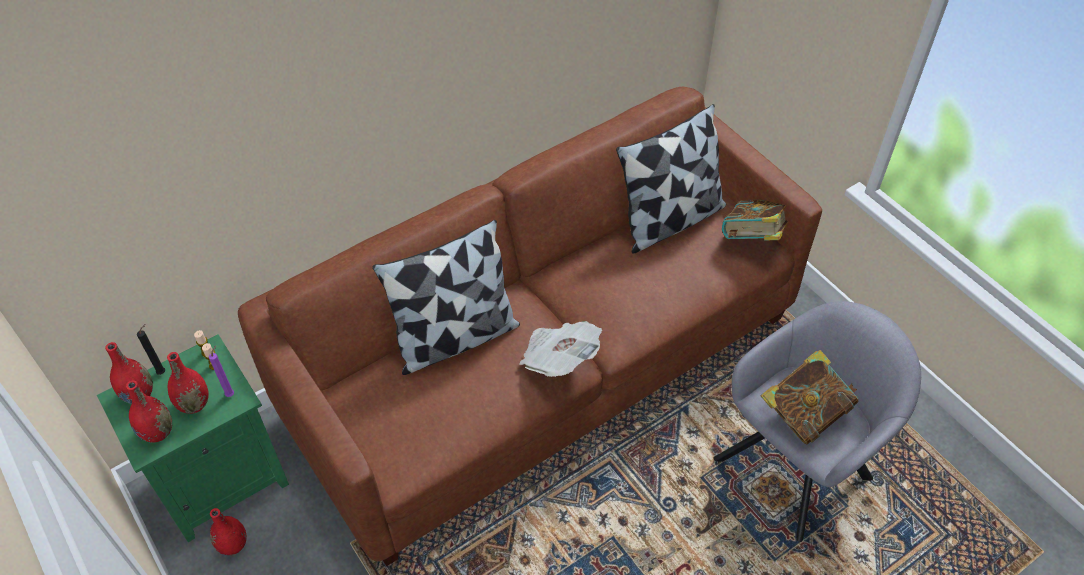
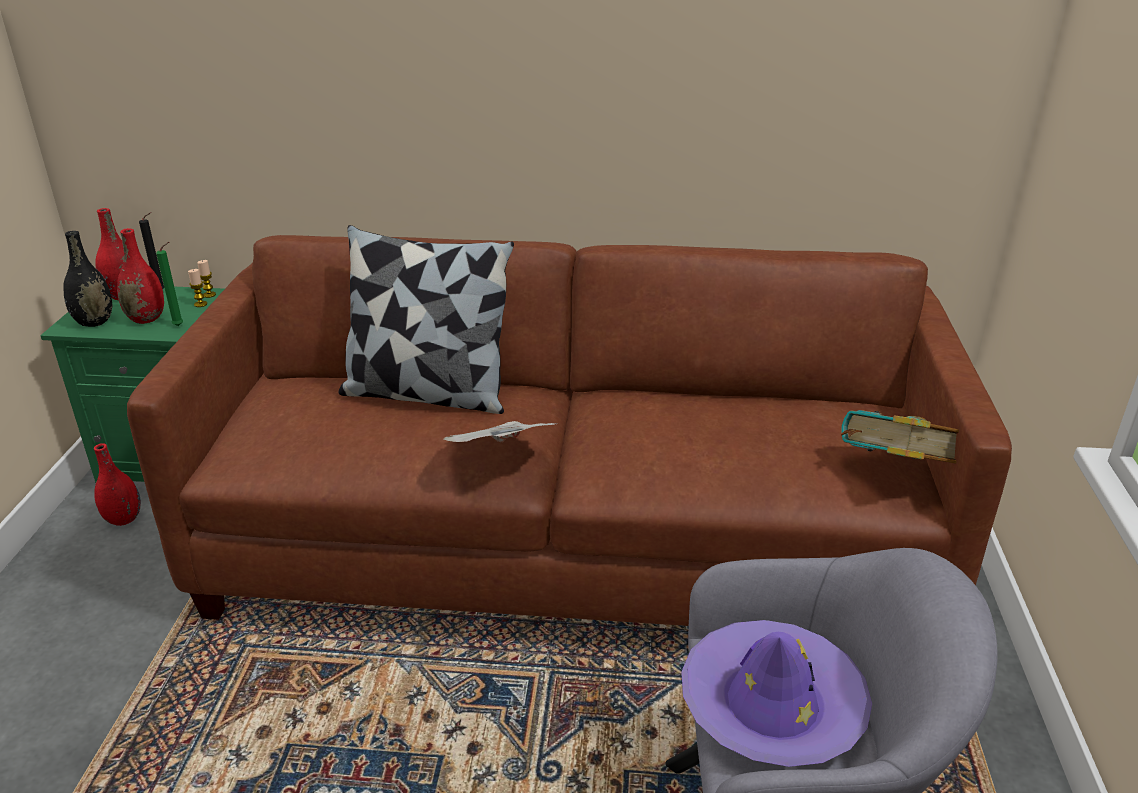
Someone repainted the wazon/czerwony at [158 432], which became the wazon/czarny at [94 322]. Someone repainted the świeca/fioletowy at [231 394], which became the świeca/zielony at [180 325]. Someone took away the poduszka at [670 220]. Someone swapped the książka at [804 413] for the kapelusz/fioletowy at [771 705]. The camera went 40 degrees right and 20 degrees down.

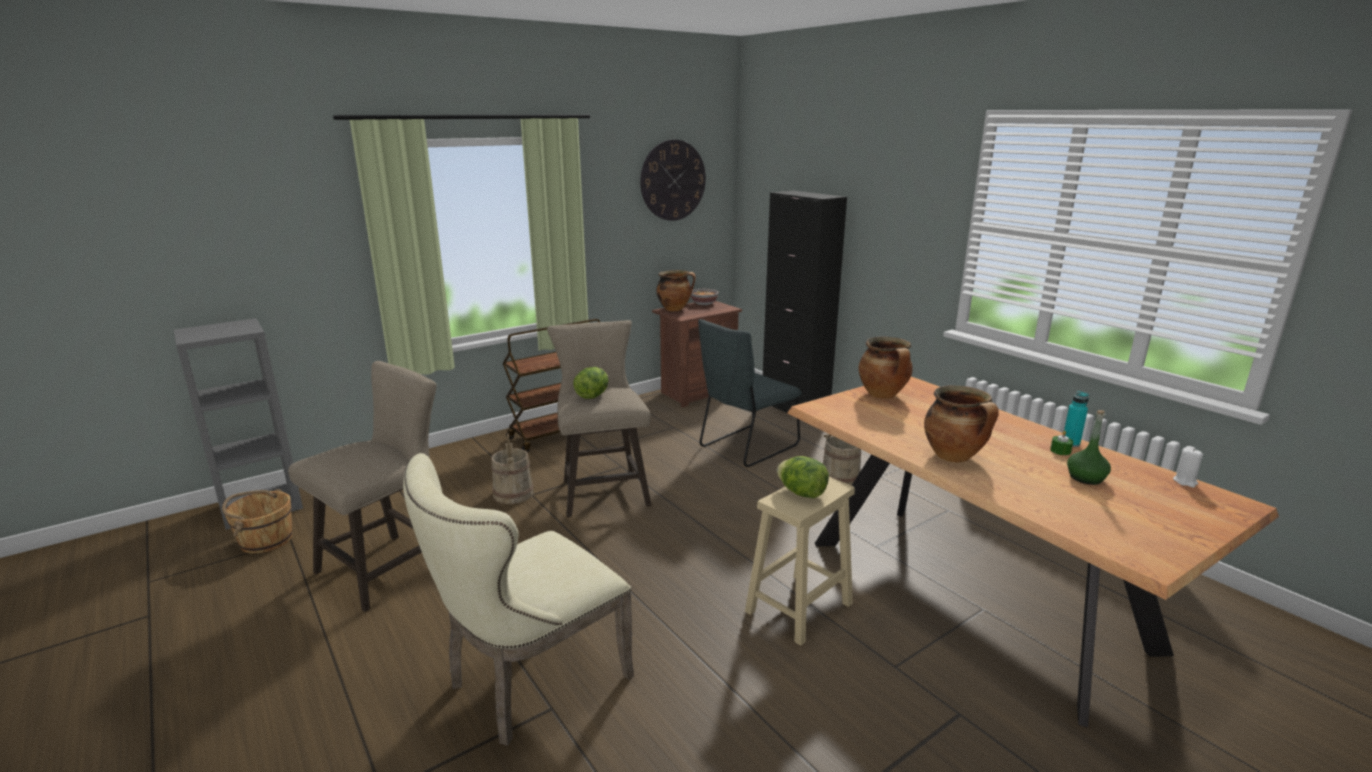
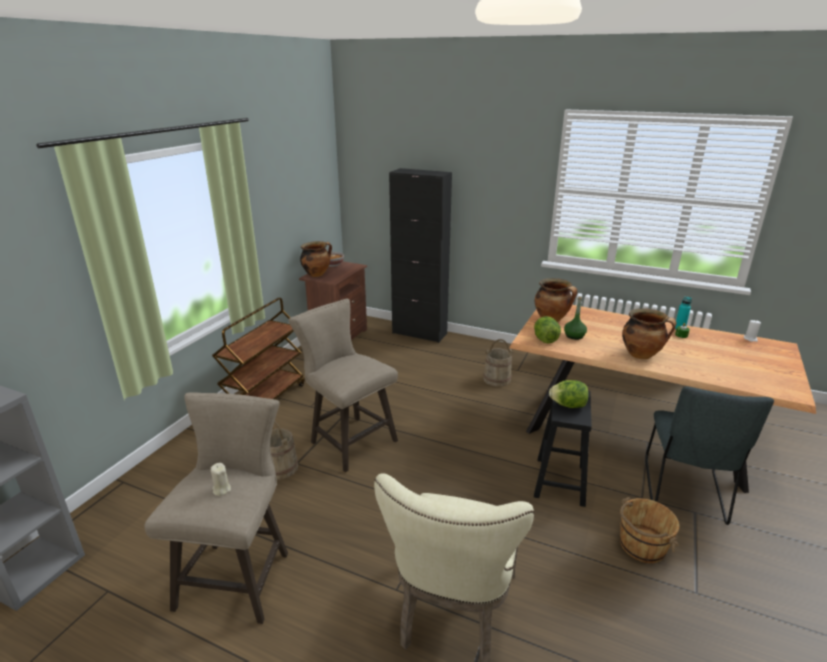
Someone carried the wiadro/brązowy from [265 540] to [641 546]. Someone carried the sałata from [592 396] to [545 339]. Someone took away the zegar ścienny at [673 180]. Someone carried the krzesło/szary from [745 447] to [684 493]. Someone repainted the stołek/beżowy at [798 609], which became the stołek/czarny at [560 482]. Someone carried the butelka/zielony from [1085 478] to [574 336]. Someone put down the świeca/beżowy at [221 489]. The camera went 30 degrees left and 5 degrees up.

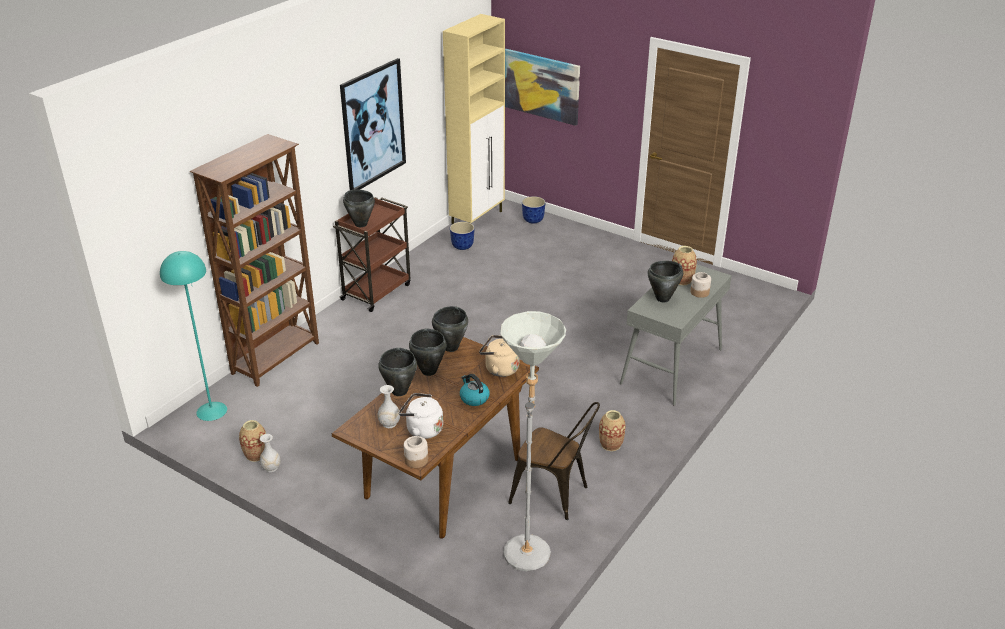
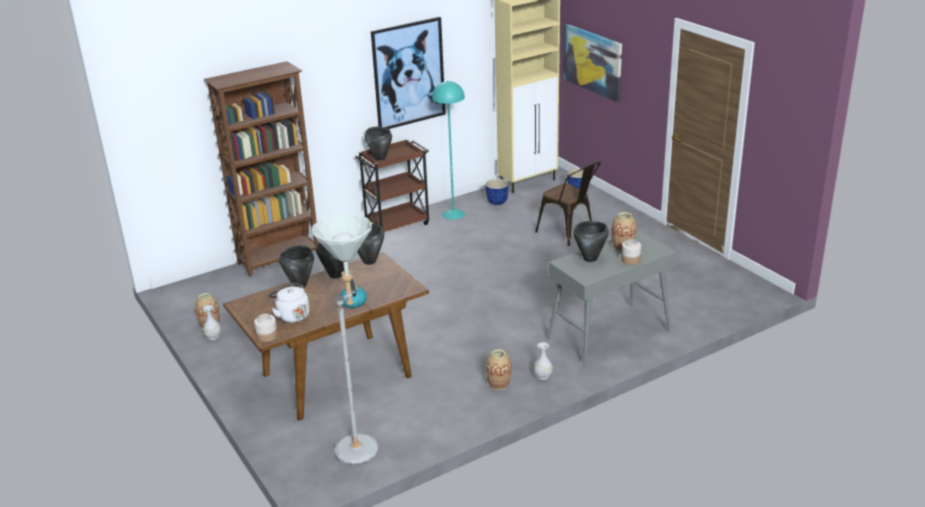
Someone carried the lampa stojąca/turkusowy from [212 411] to [453 214]. Someone carried the wazon/biały from [389 424] to [542 376]. Someone took away the czajnik/beżowy at [499 369]. Someone carried the krzesło/brązowy from [555 495] to [569 233]. The camera went 25 degrees right and 5 degrees down.

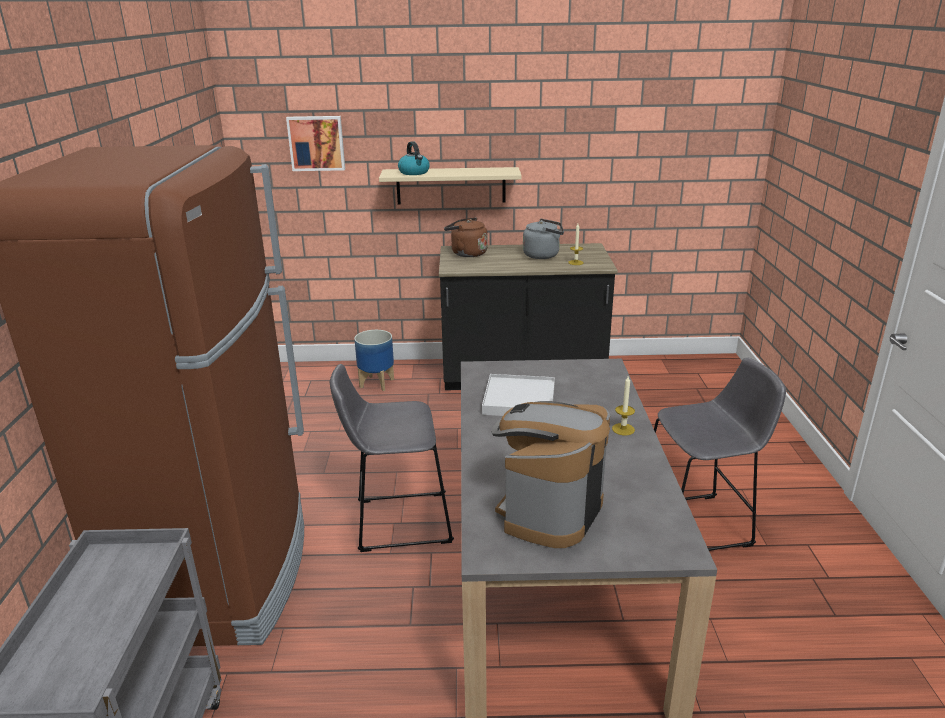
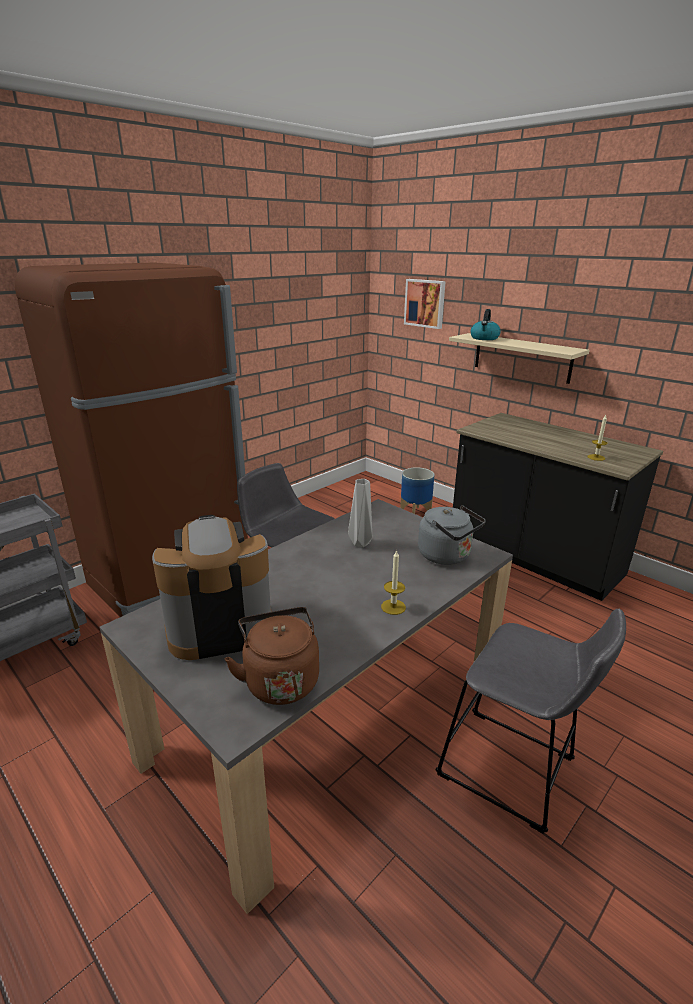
Someone carried the czajnik/brązowy from [466 253] to [280 679]. Someone swapped the taca/biały at [519 400] for the wazon/szary at [361 543]. Someone carried the czajnik/szary from [543 255] to [447 556]. The camera went 45 degrees right and 0 degrees up.

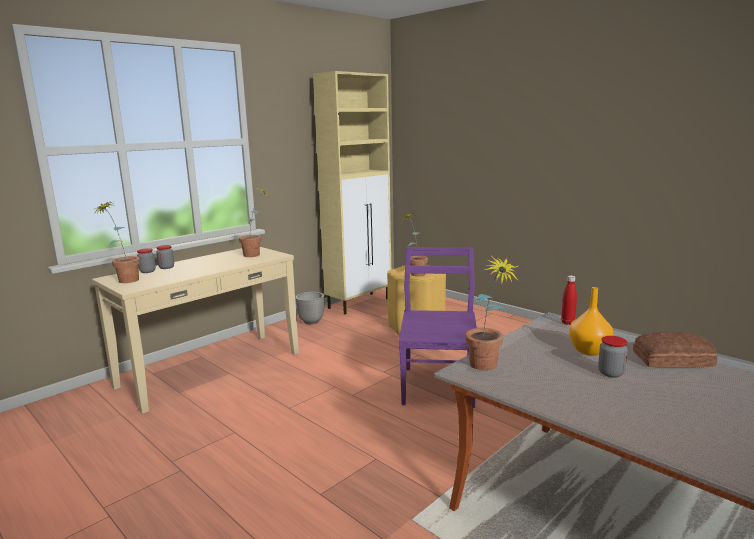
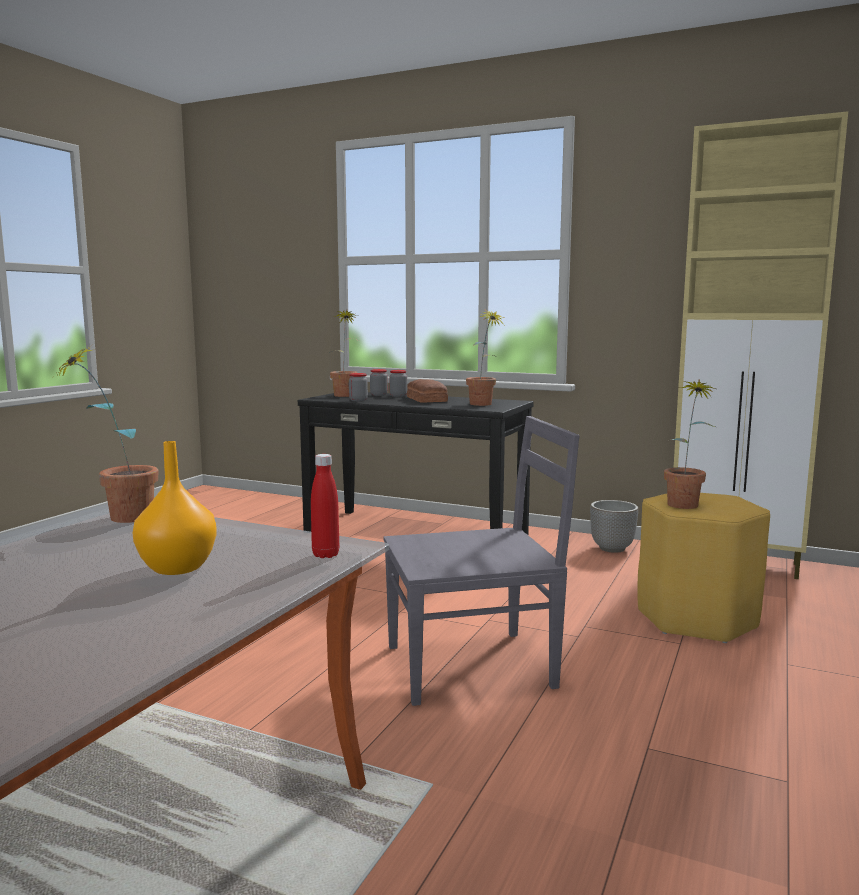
Someone repainted the stolik konsolowy/beżowy at [210 369], which became the stolik konsolowy/czarny at [415 533]. Someone repainted the krzesło/fioletowy at [438 385], which became the krzesło/szary at [474 666]. Someone carried the słoik from [610 373] to [358 400]. Someone carried the chleb from [674 360] to [426 399]. The camera went 70 degrees right and 5 degrees down.

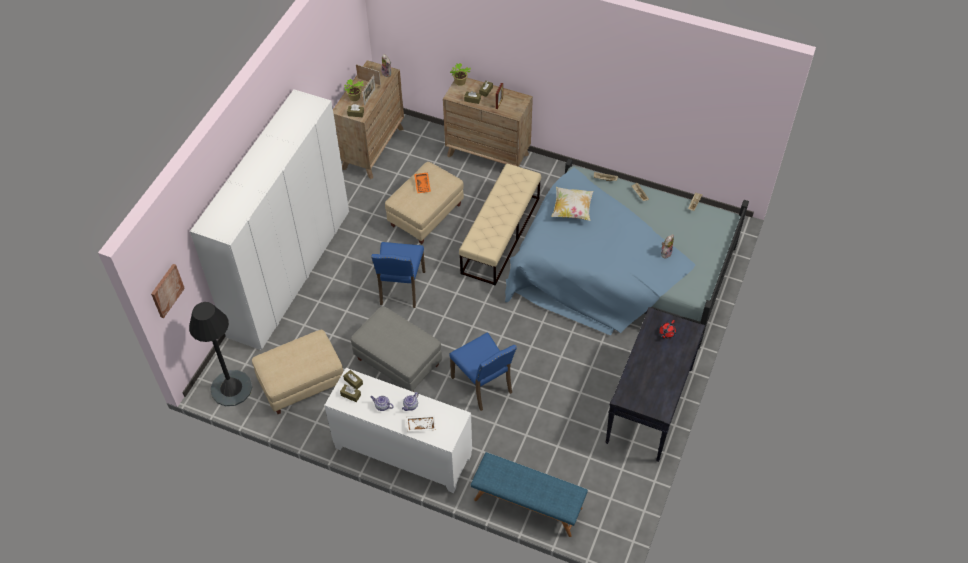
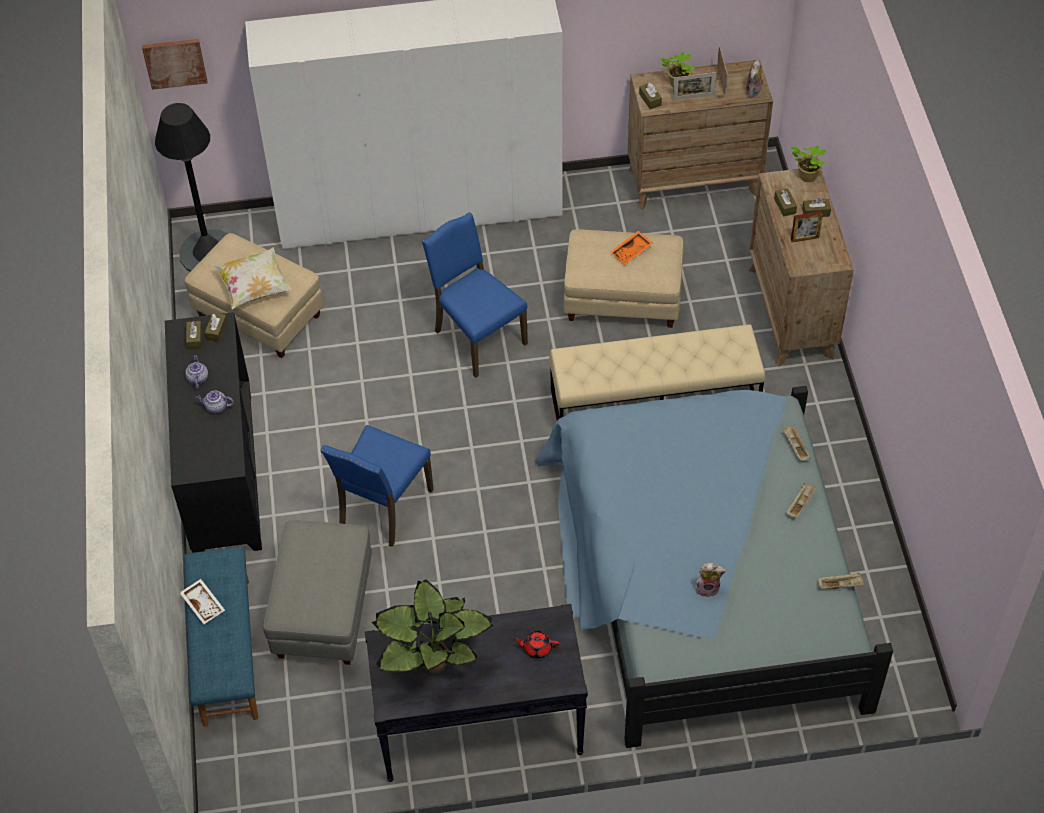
Someone repainted the szafka/biały at [402 452], which became the szafka/czarny at [222 473]. Someone carried the pufa/szary from [398 361] to [324 611]. Someone rotated the krzesło/niebieski at [401 288] by 75 degrees clockwise. Someone carried the taca/biały from [421 425] to [204 604]. Someone carried the poduszka from [572 210] to [255 288]. Someone put down the roślina doniczkowa at [433 660]. The camera went 60 degrees right and 0 degrees up.

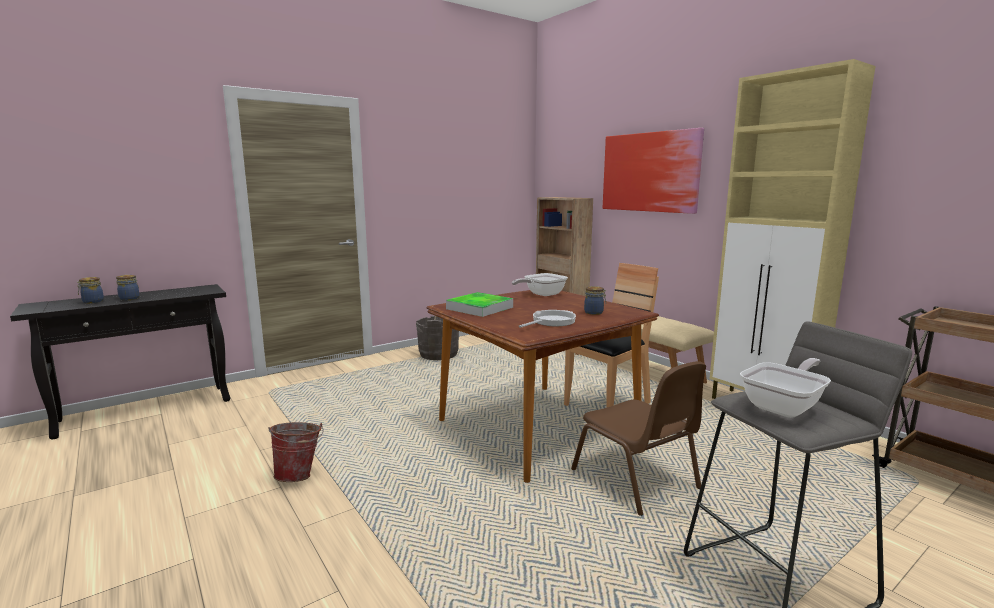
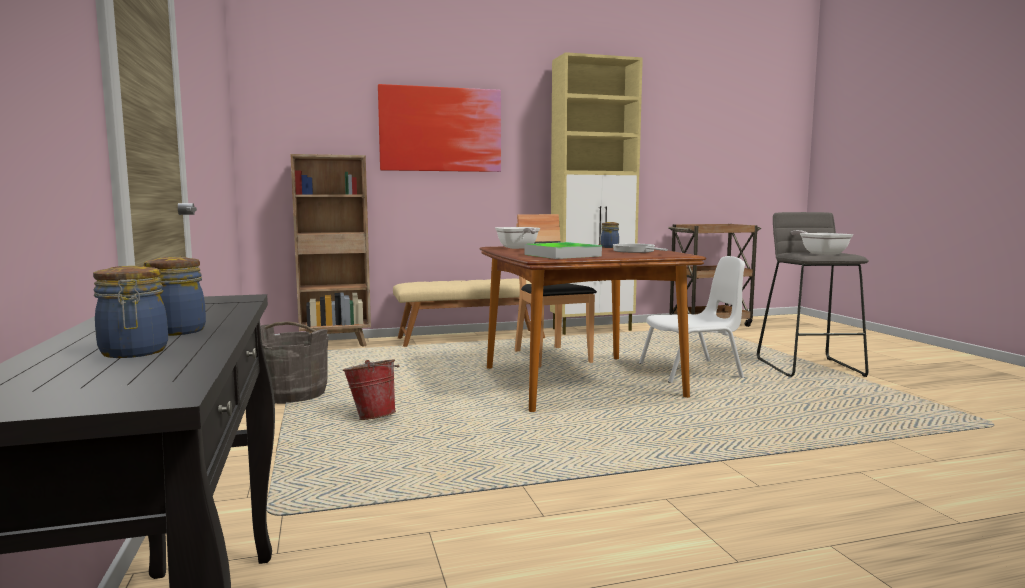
Someone carried the wiadro from [300 475] to [373 416]. Someone repainted the krzesło/brązowy at [636 480], which became the krzesło/biały at [691 371]. The camera went 70 degrees left and 5 degrees down.

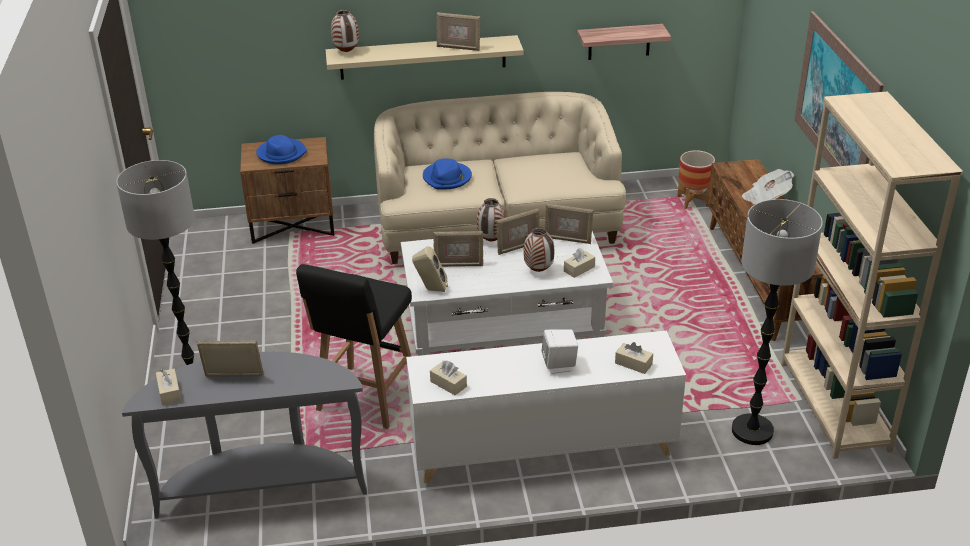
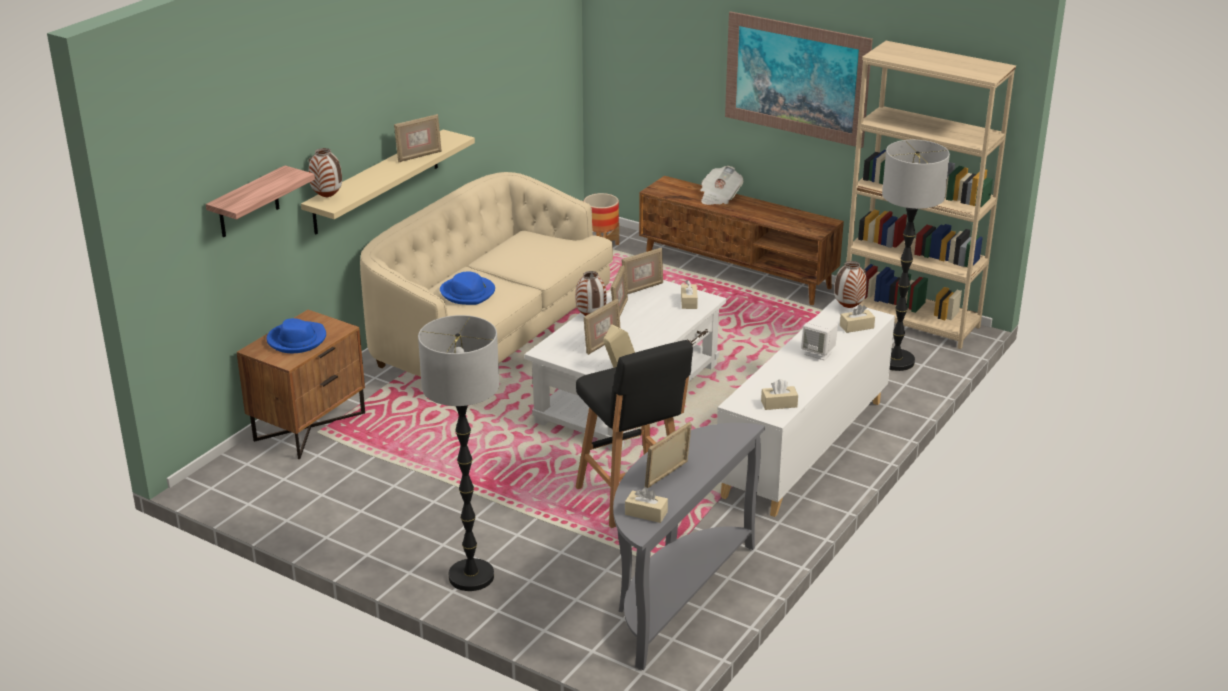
Someone carried the wazon from [538 271] to [848 308]. Someone carried the półka from [619 42] to [248 203]. The camera went 50 degrees left and 5 degrees down.

